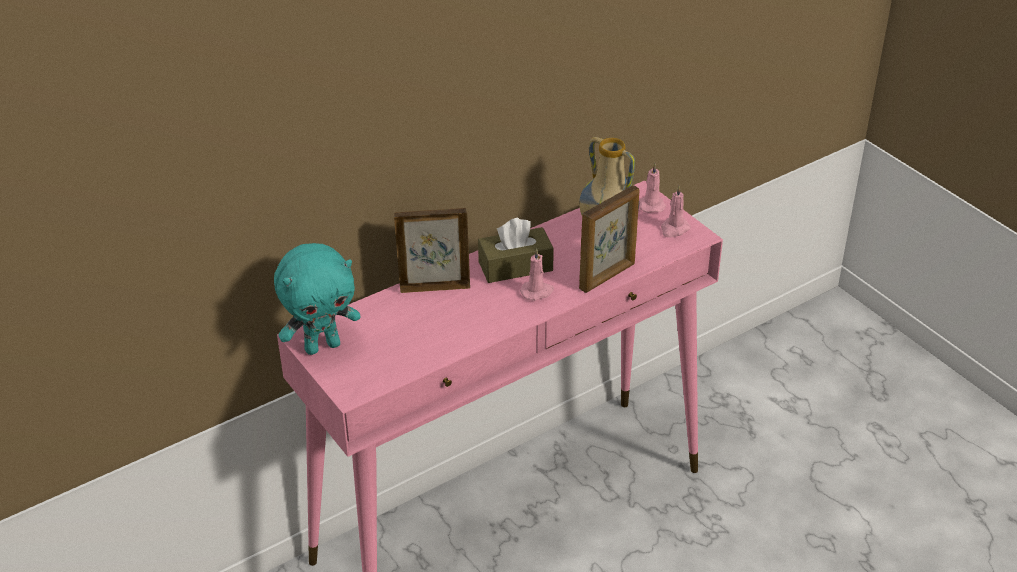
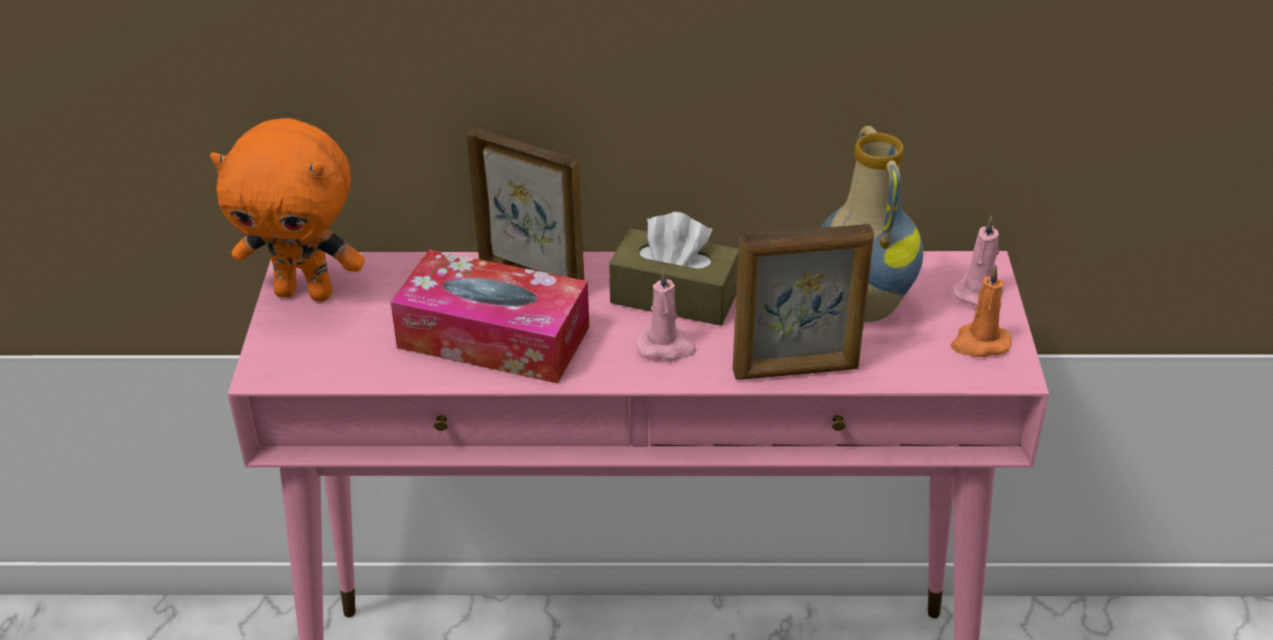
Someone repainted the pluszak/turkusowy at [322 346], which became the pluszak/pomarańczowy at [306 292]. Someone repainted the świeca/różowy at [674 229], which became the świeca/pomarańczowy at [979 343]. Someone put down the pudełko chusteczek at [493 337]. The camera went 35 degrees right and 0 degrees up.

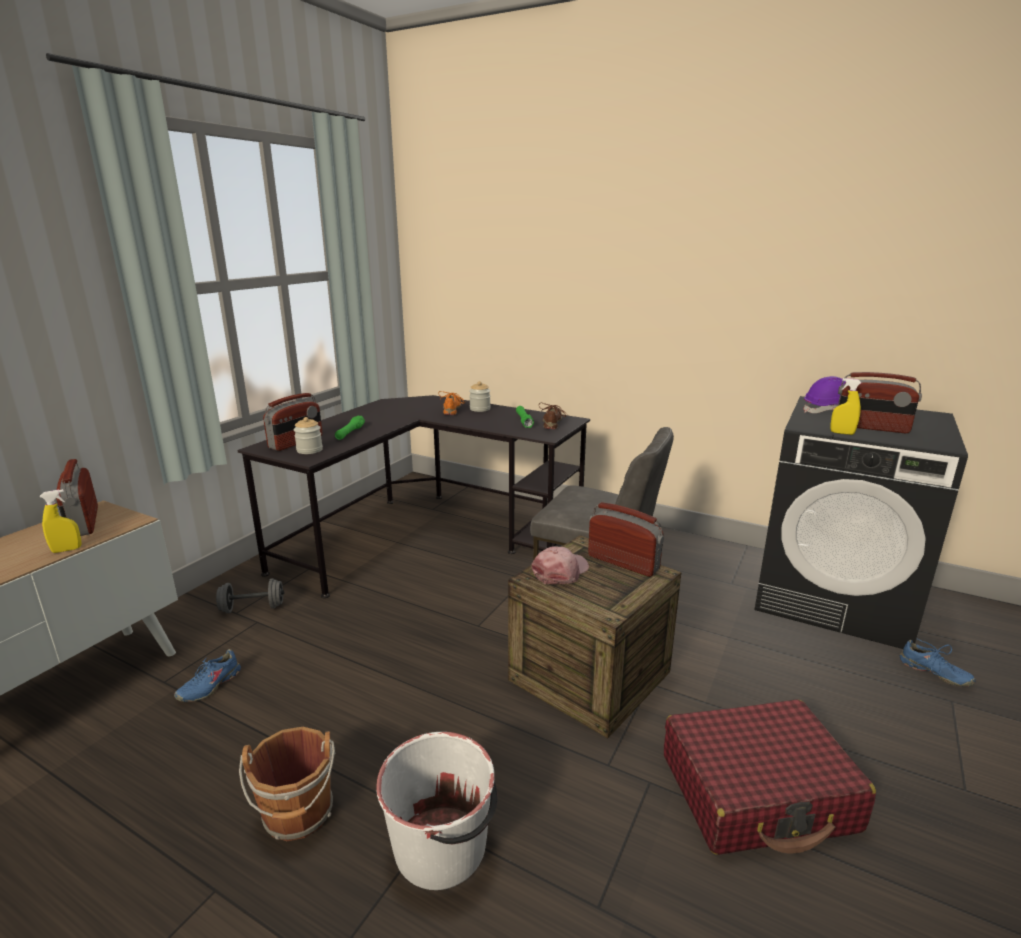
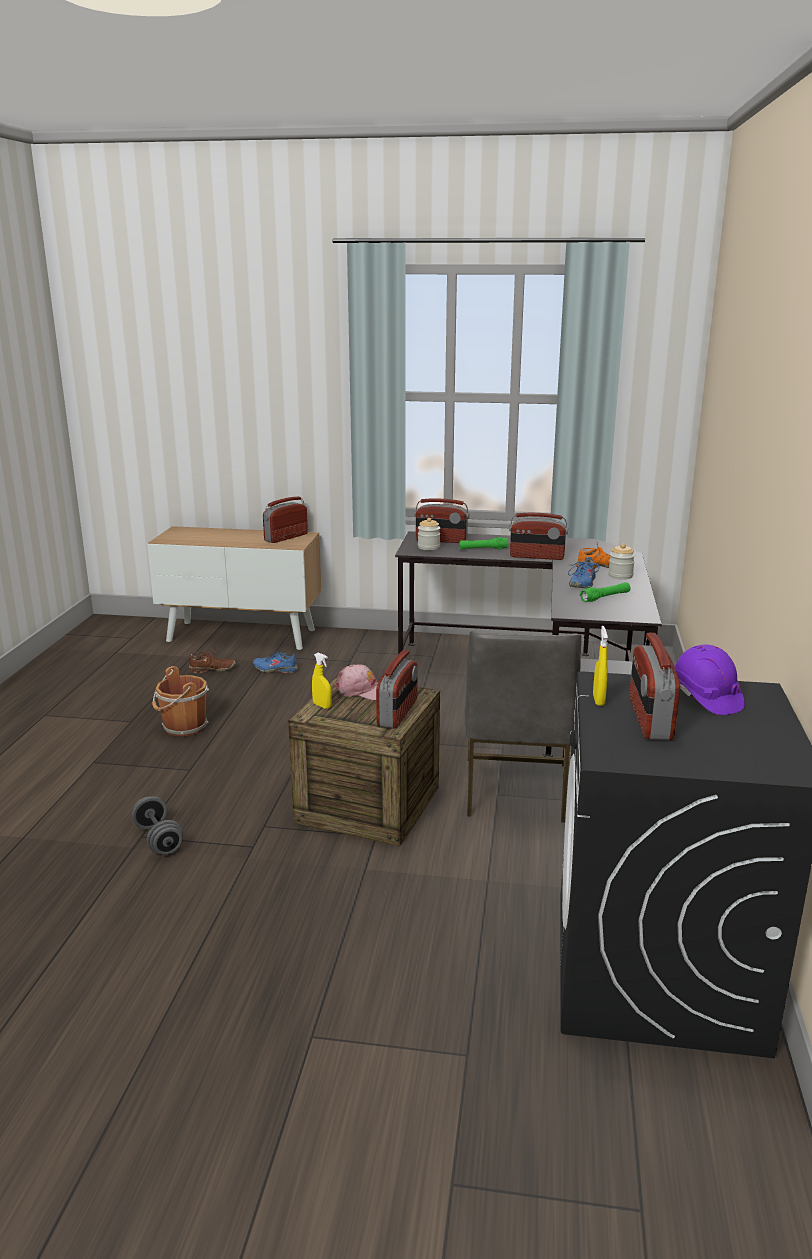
Someone carried the spryskiwacz/żółty from [67 550] to [322 706]. Someone carried the hantel/szary from [252 608] to [158 839]. Someone took away the wiadro/biały at [442 846]. Someone carried the but/brązowy from [552 423] to [212 670]. Someone took away the walizka/czerwony at [758 793]. Someone carried the but/niebieski from [934 673] to [581 583]. Someone put down the radio at [537 557]. The camera went 70 degrees right and 0 degrees up.

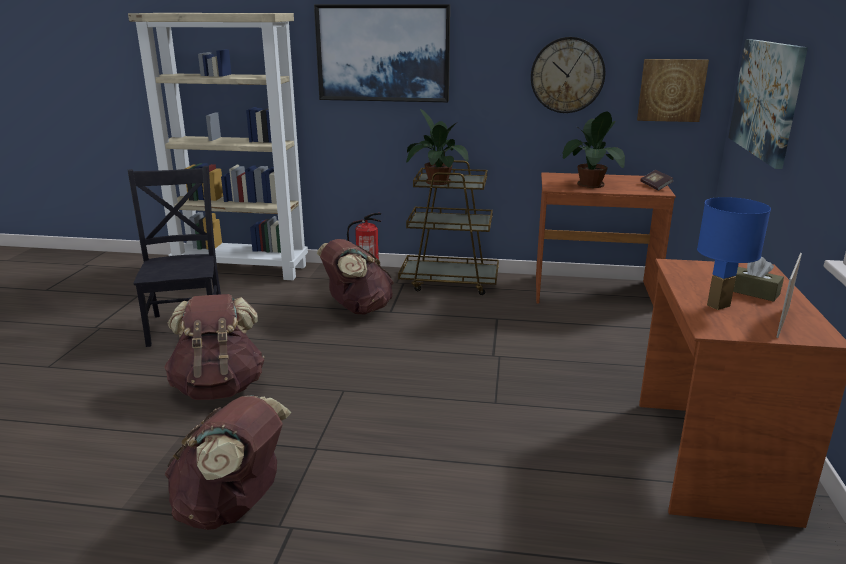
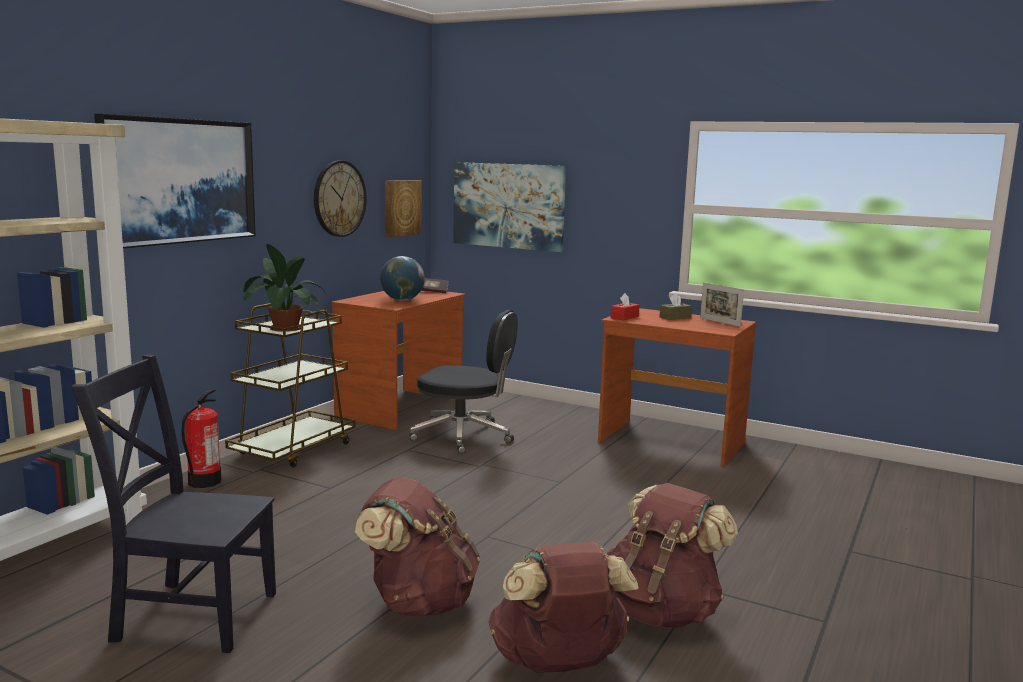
Someone carried the plecak/brązowy from [357 309] to [558 664]. Someone swapped the roślina doniczkowa at [590 185] for the globus at [402 300]. Someone took away the lampa stołowa/niebieski at [718 305]. Someone put down the krzesło biurowe/czarny at [464 436]. Someone put down the pudełko chusteczek/czerwony at [624 317]. The camera went 70 degrees left and 10 degrees down.

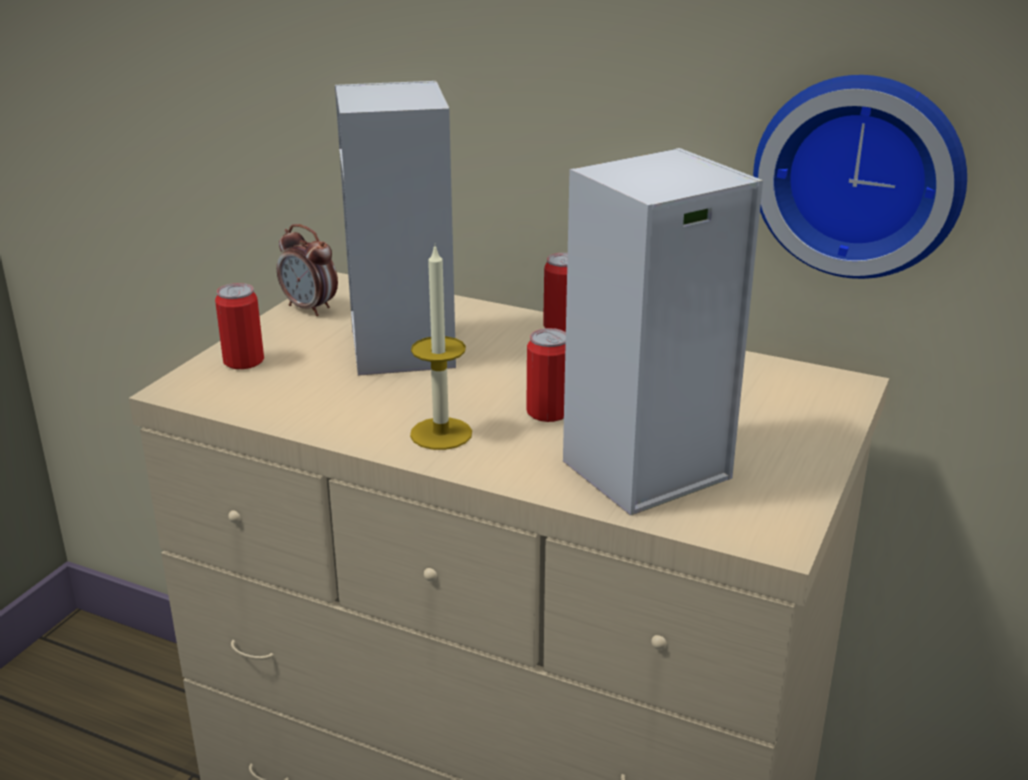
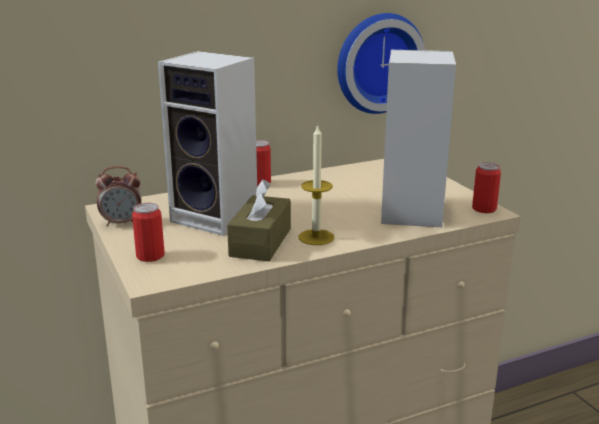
Someone carried the puszka from [548 412] to [484 209]. Someone put down the pudełko chusteczek/brązowy at [260 242]. The camera went 50 degrees left and 5 degrees down.

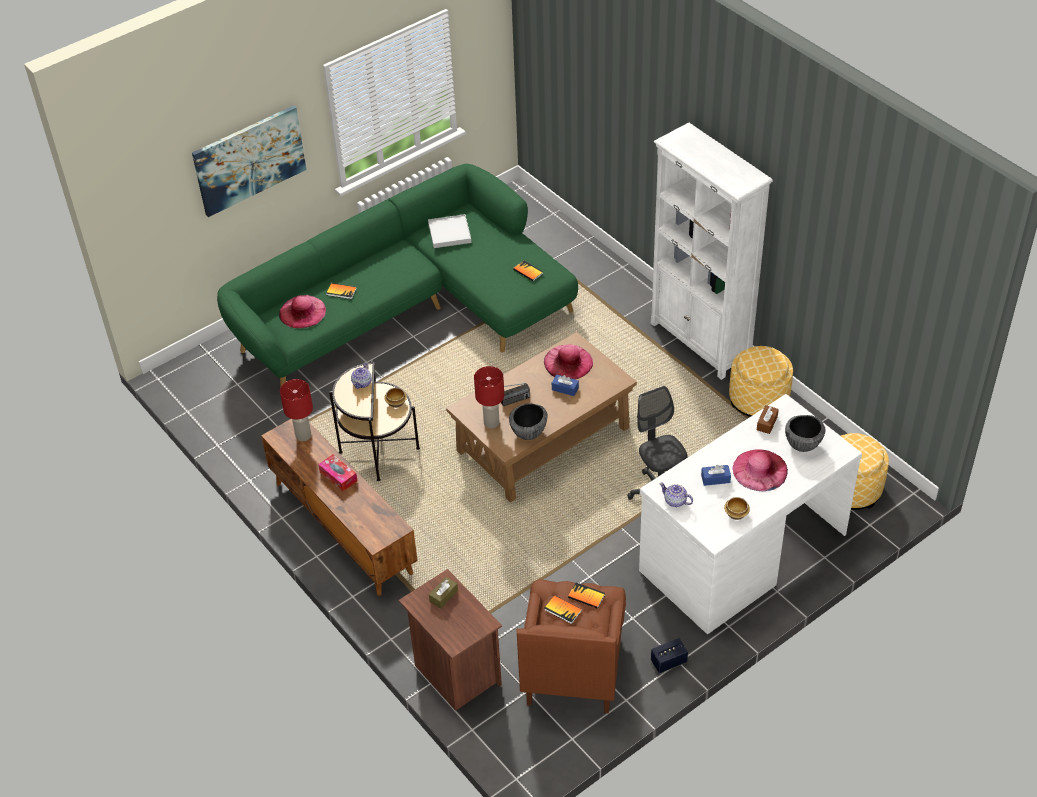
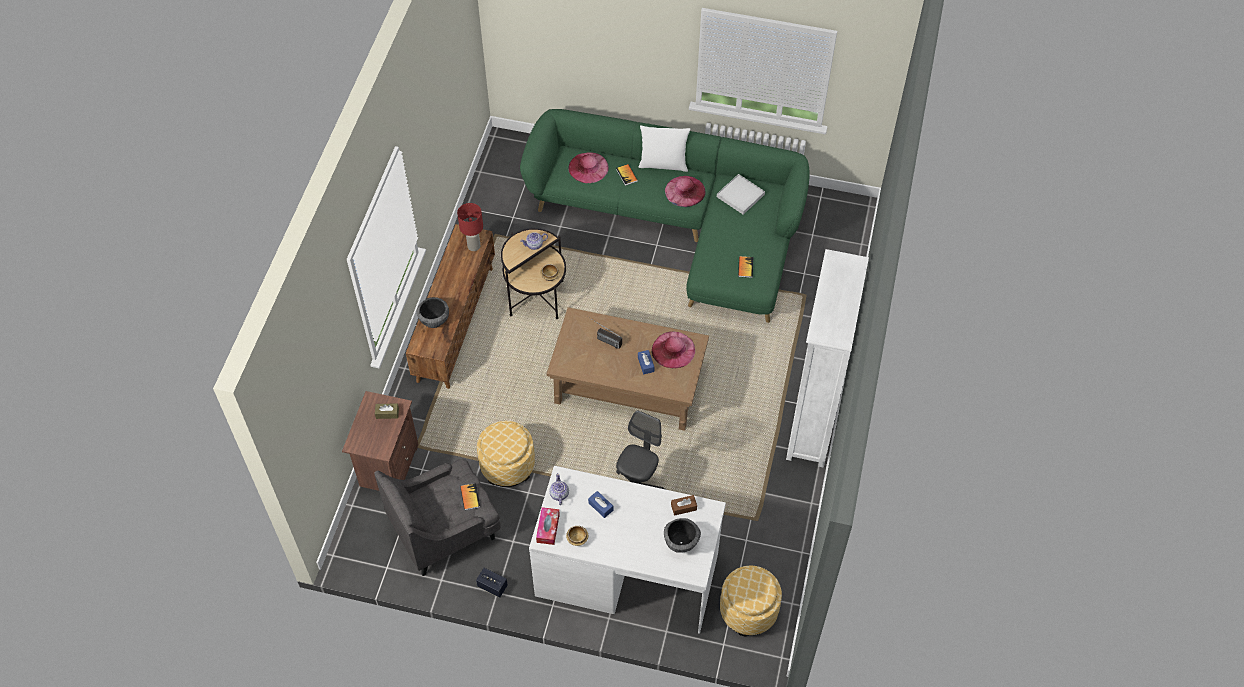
Someone took away the obraz at [249 160]. Someone carried the pudełko chusteczek from [338 476] to [548 528]. Someone took away the lampa stołowa/czerwony at [491 422]. Someone carried the miska from [528 433] to [434 321]. Someone repainted the fotel/brązowy at [573 666], which became the fotel/szary at [445 530]. Someone took away the książka at [563 610]. Someone carried the pufa from [758 400] to [507 465]. Someone carried the kapelusz/różowy from [760 470] to [685 191]. Someone put down the poduszka/biały at [663 164]. The camera went 50 degrees right and 10 degrees up.

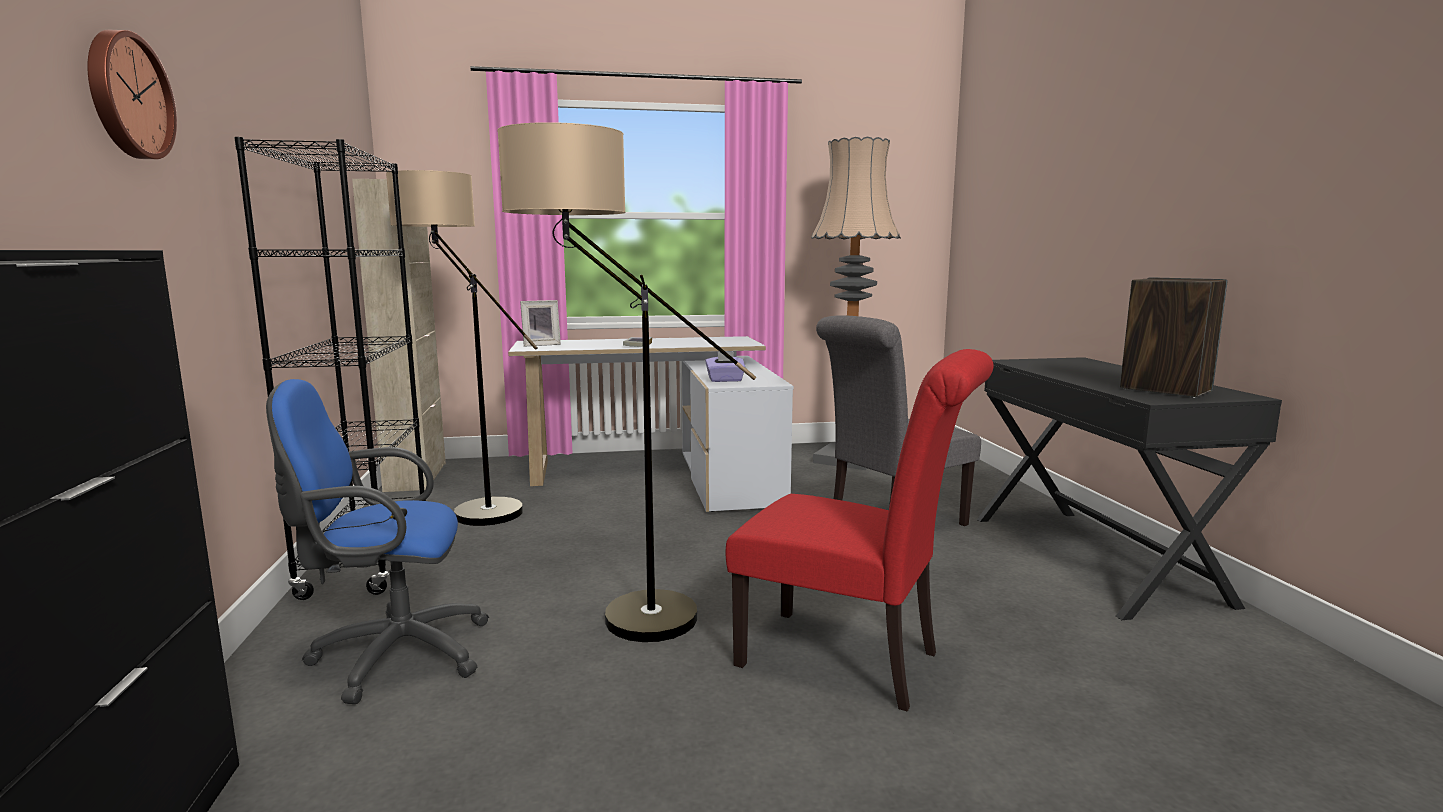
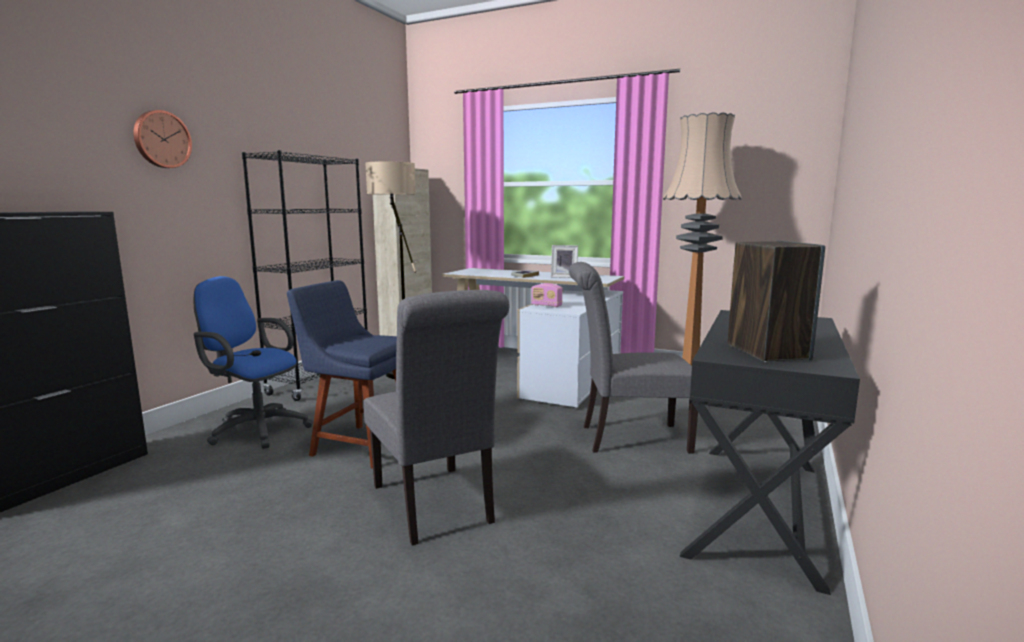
Someone swapped the lampa stojąca at [613 623] for the krzesło/niebieski at [361 445]. Someone carried the ramka na zdjęcie from [541 345] to [564 277]. Someone swapped the pudełko chusteczek/fioletowy at [725 380] for the radio at [546 305]. Someone repainted the krzesło/czerwony at [850 661], which became the krzesło/szary at [436 507]. The camera went 35 degrees right and 0 degrees up.

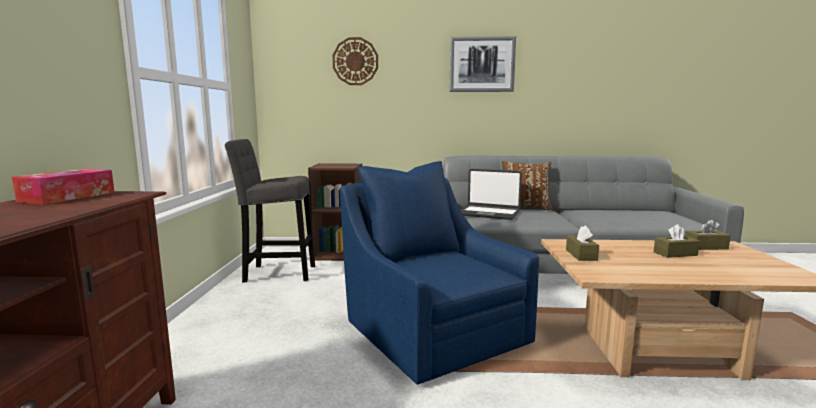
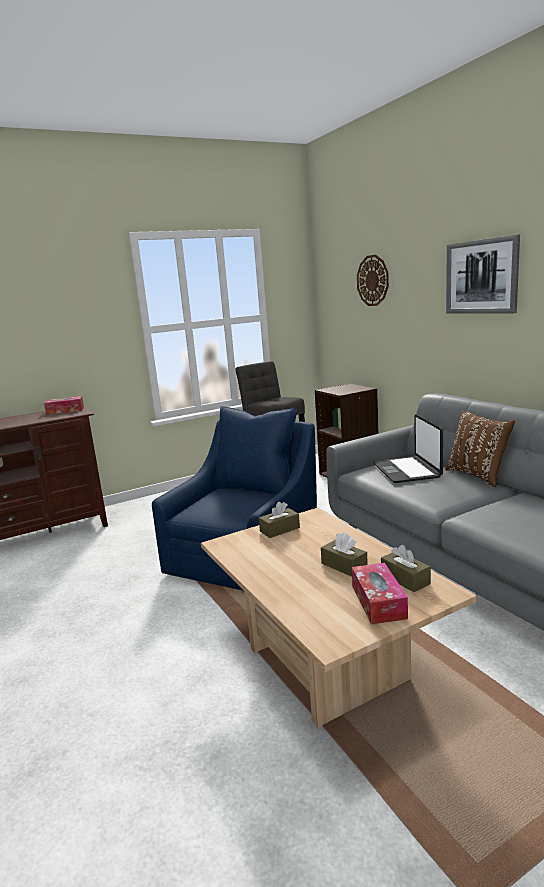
Someone put down the pudełko chusteczek at [378 602]. The camera went 60 degrees right and 5 degrees up.

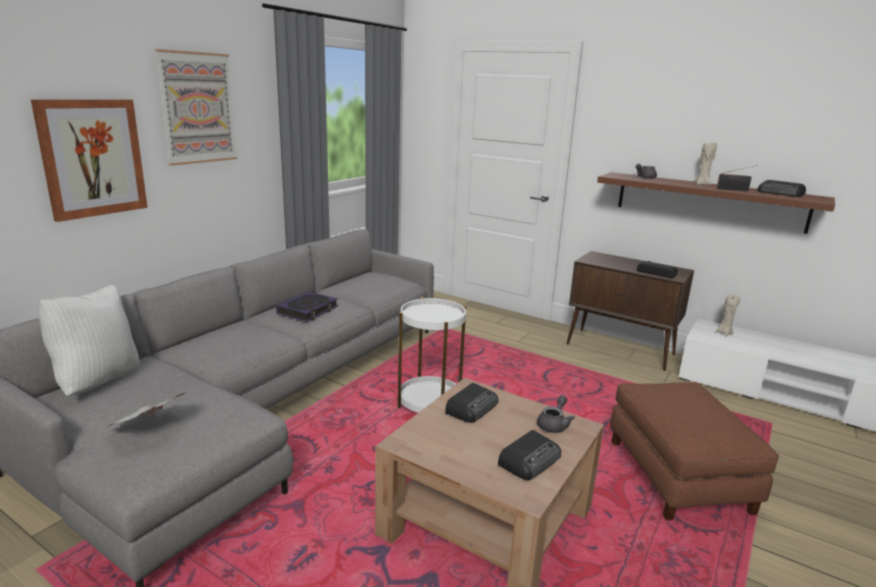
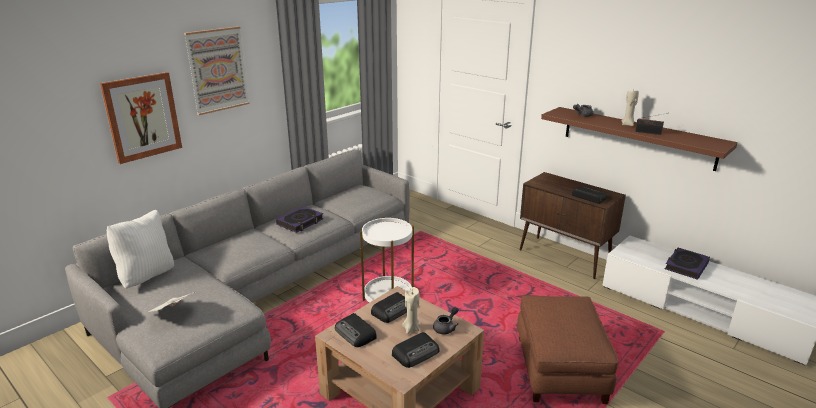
Someone carried the świeca/beżowy from [724 333] to [411 328]. Someone carried the radio from [781 193] to [356 334]. Someone put down the książka at [686 266]. The camera went 10 degrees right and 5 degrees up.

